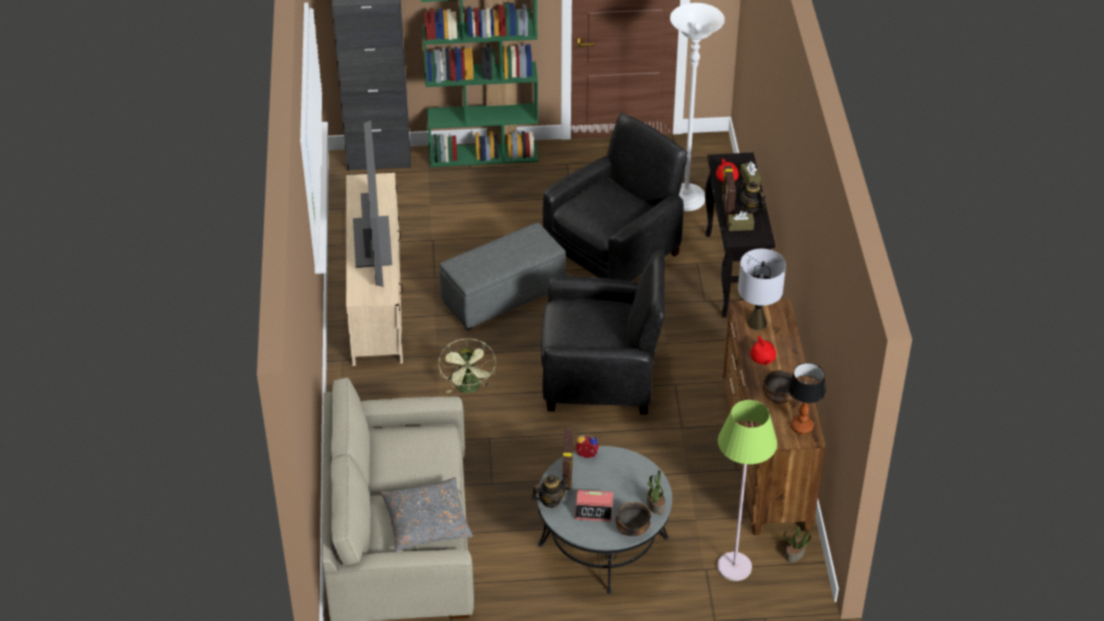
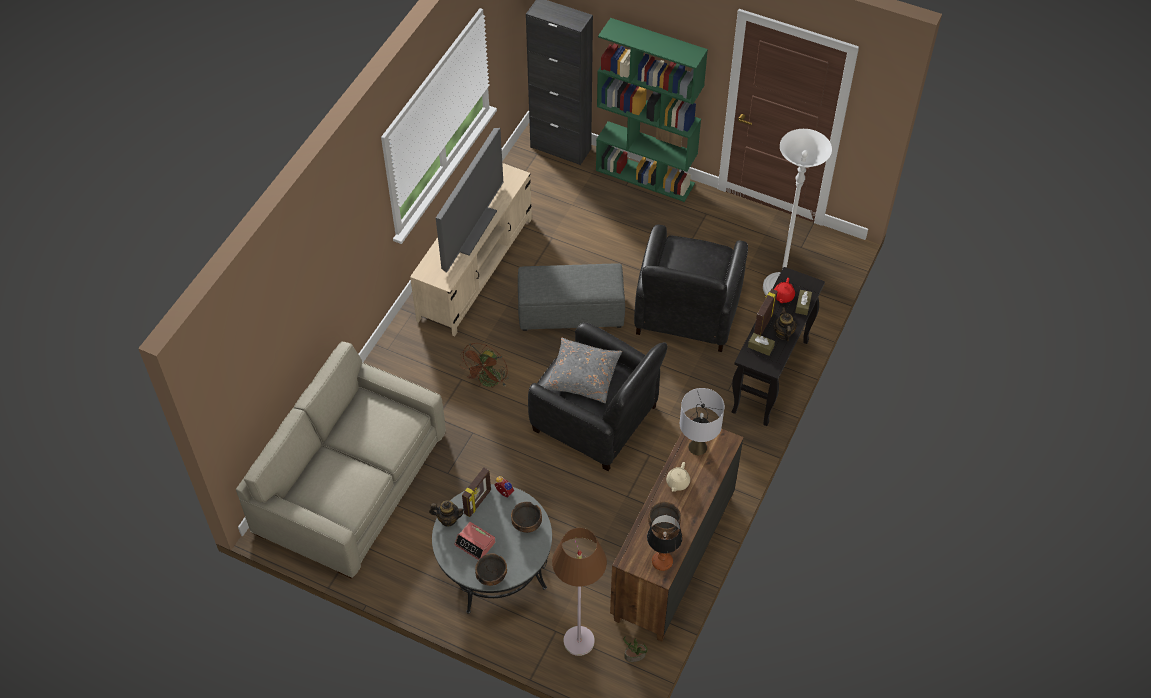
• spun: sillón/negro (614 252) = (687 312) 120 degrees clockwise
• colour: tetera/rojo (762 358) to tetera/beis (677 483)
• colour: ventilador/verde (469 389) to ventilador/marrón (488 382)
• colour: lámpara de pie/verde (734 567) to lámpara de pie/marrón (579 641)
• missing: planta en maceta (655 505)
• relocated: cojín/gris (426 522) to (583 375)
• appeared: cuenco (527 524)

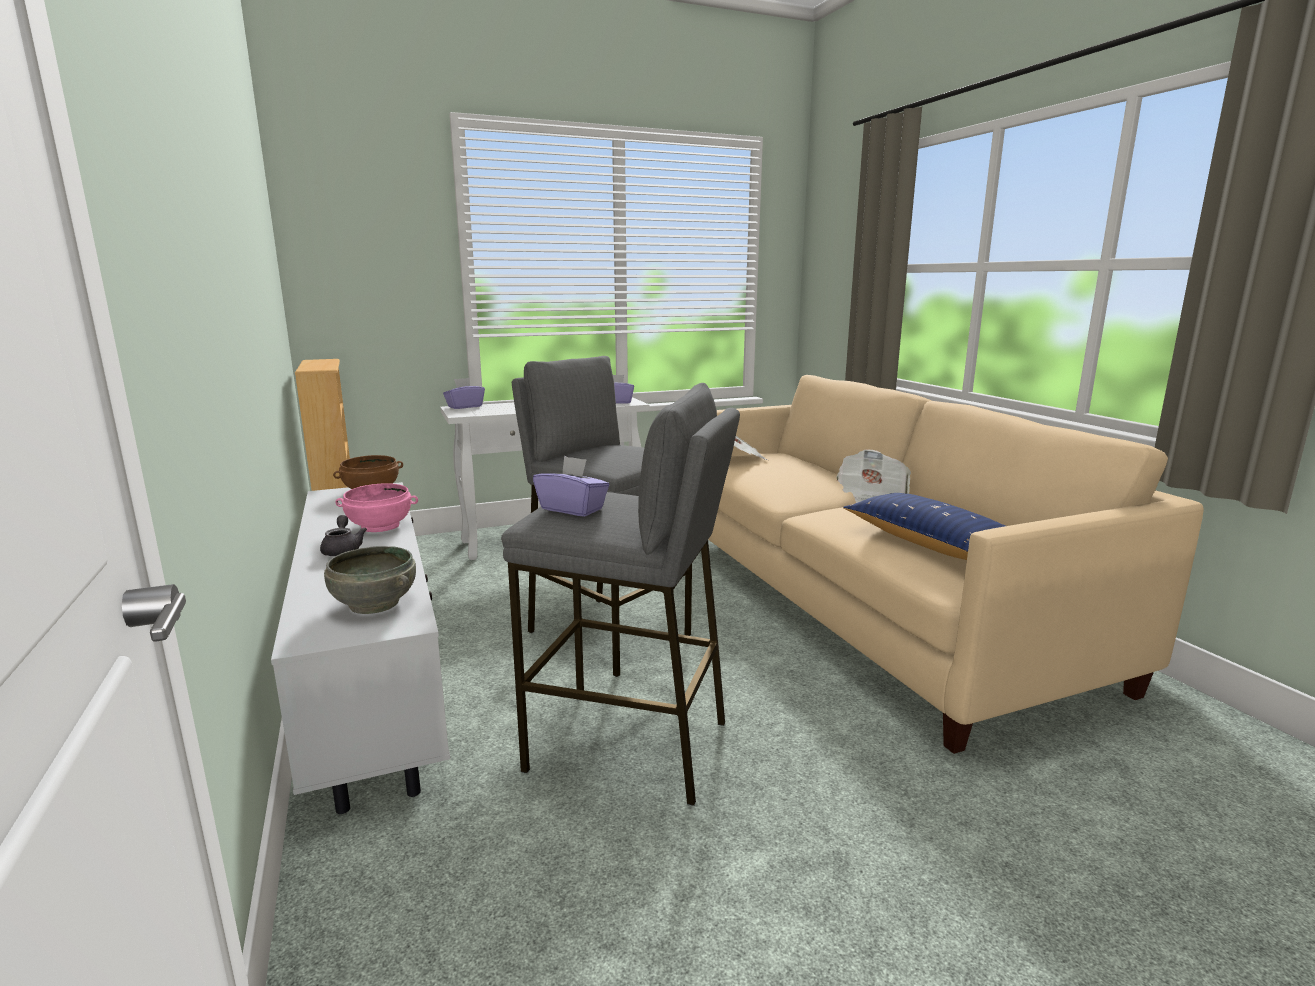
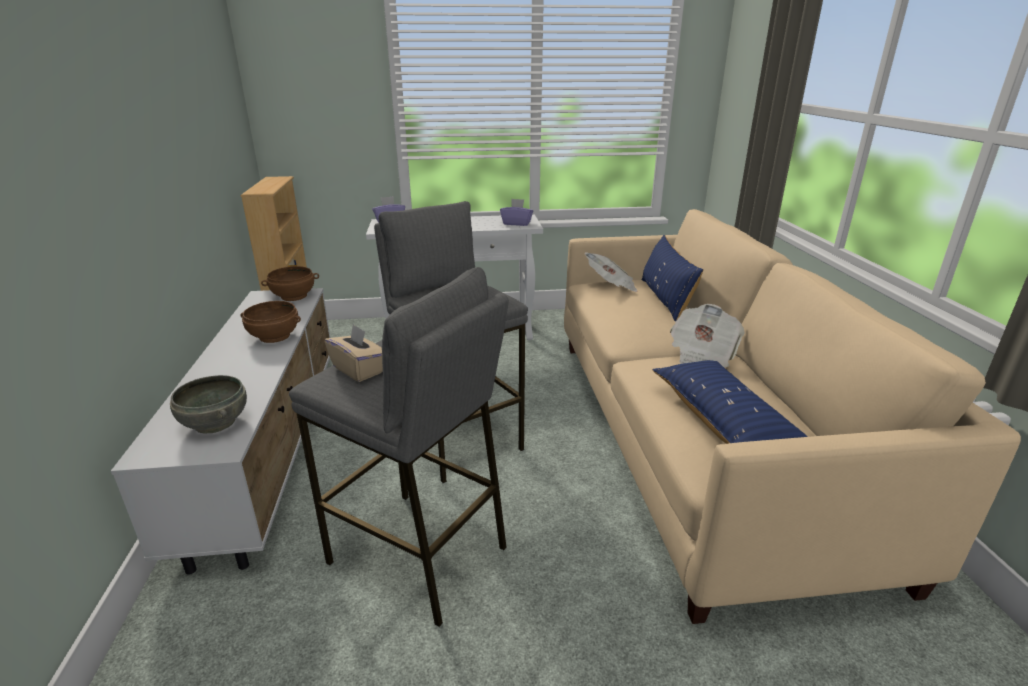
• colour: caja de pañuelos/morado (572 509) to caja de pañuelos/beis (359 369)
• colour: cuenco/rosa (380 526) to cuenco/marrón (275 336)
• missing: tetera/gris (343 549)
• appeared: cojín/azul (665 298)

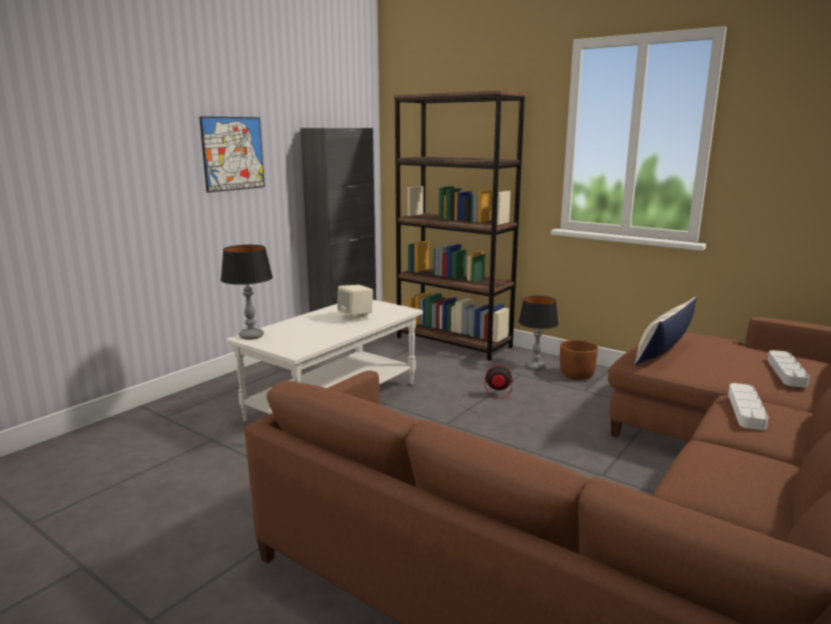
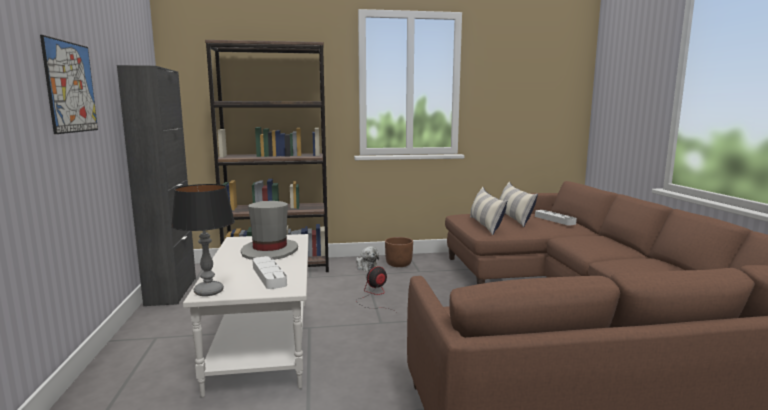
• exchanged: altavoz/beis (356 317) to sombrero/gris (270 251)
• exchanged: lámpara de mesa (535 367) to peluche (366 267)
• relocated: bandeja/blanco (746 410) to (269 276)
• appeared: cojín (514 218)

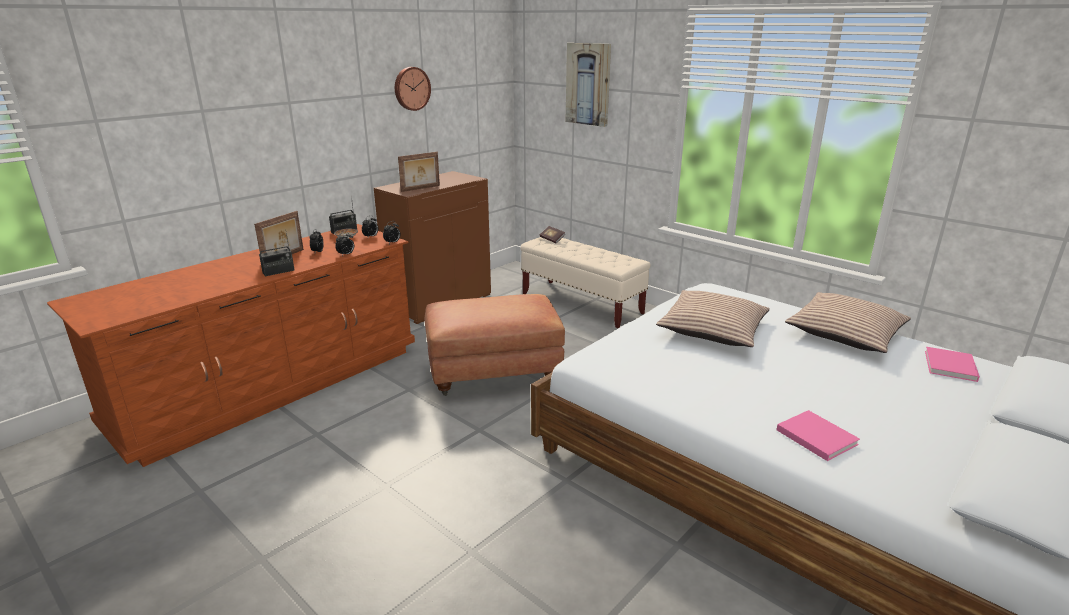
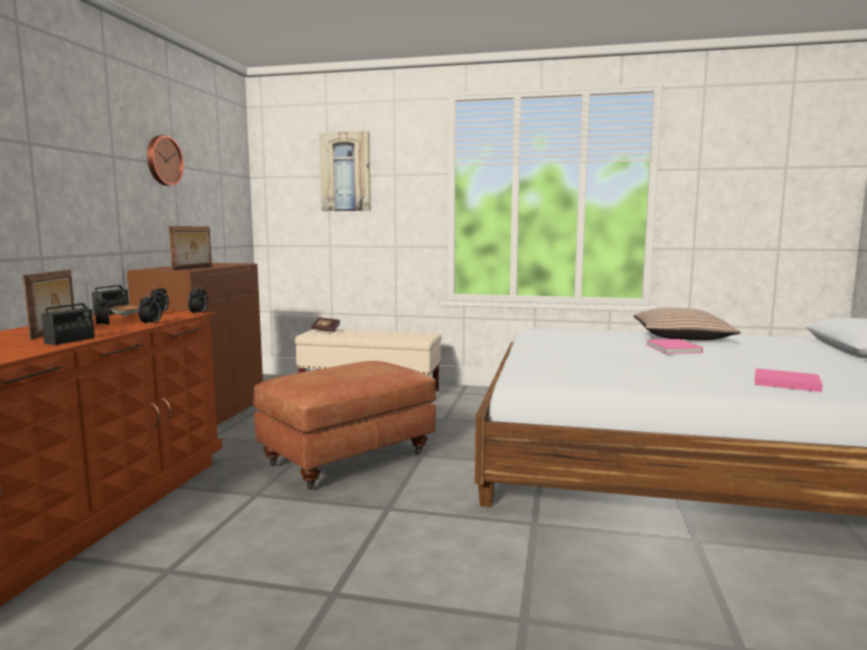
• missing: cojín (712 329)
• relocated: libro/rosa (950 366) to (674 349)

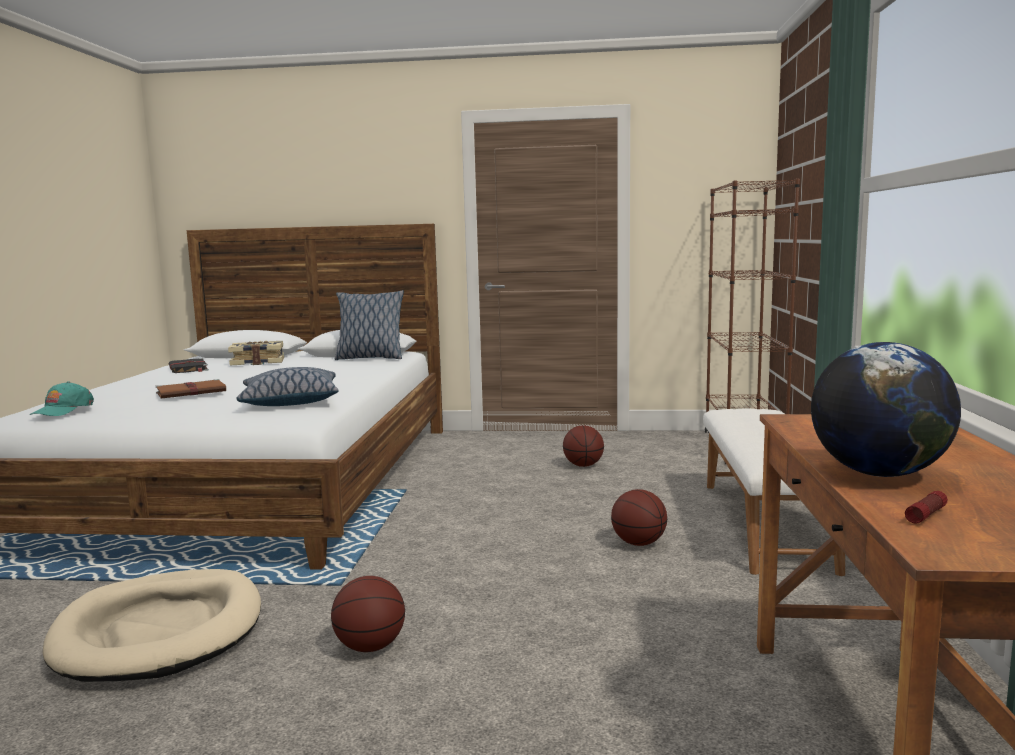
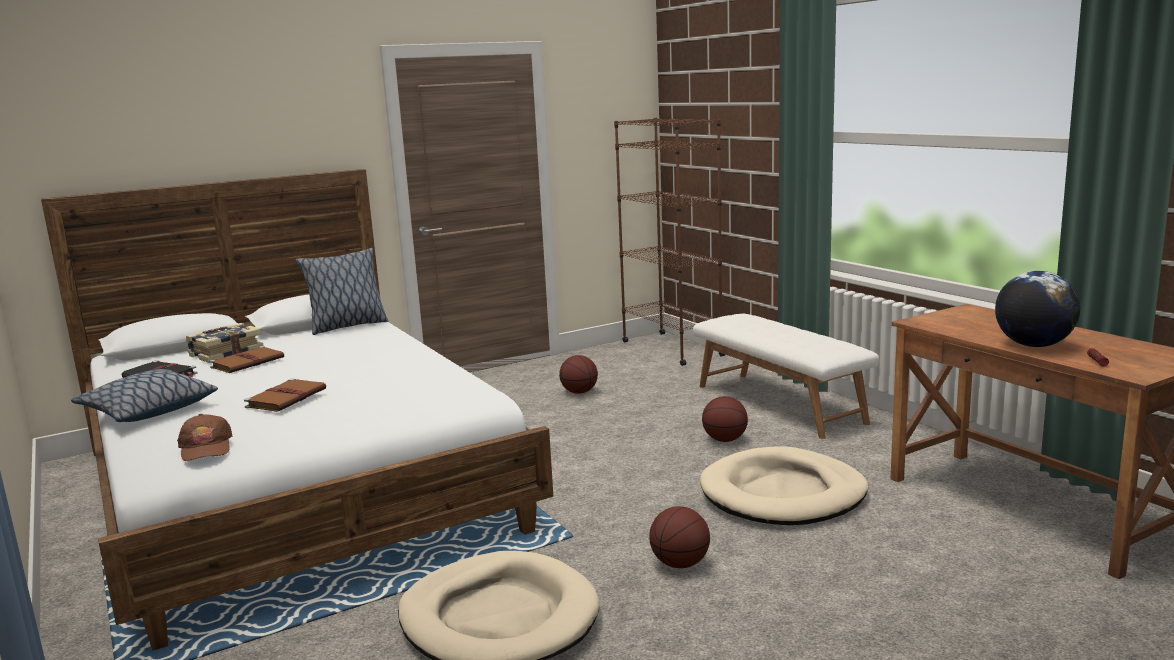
• relocated: cojín (289 401) to (147 410)
• colour: gorra/turquesa (63 410) to gorra/marrón (206 448)
• appeared: libro/marrón (248 362)
• appeared: cama para perro/beis (783 494)

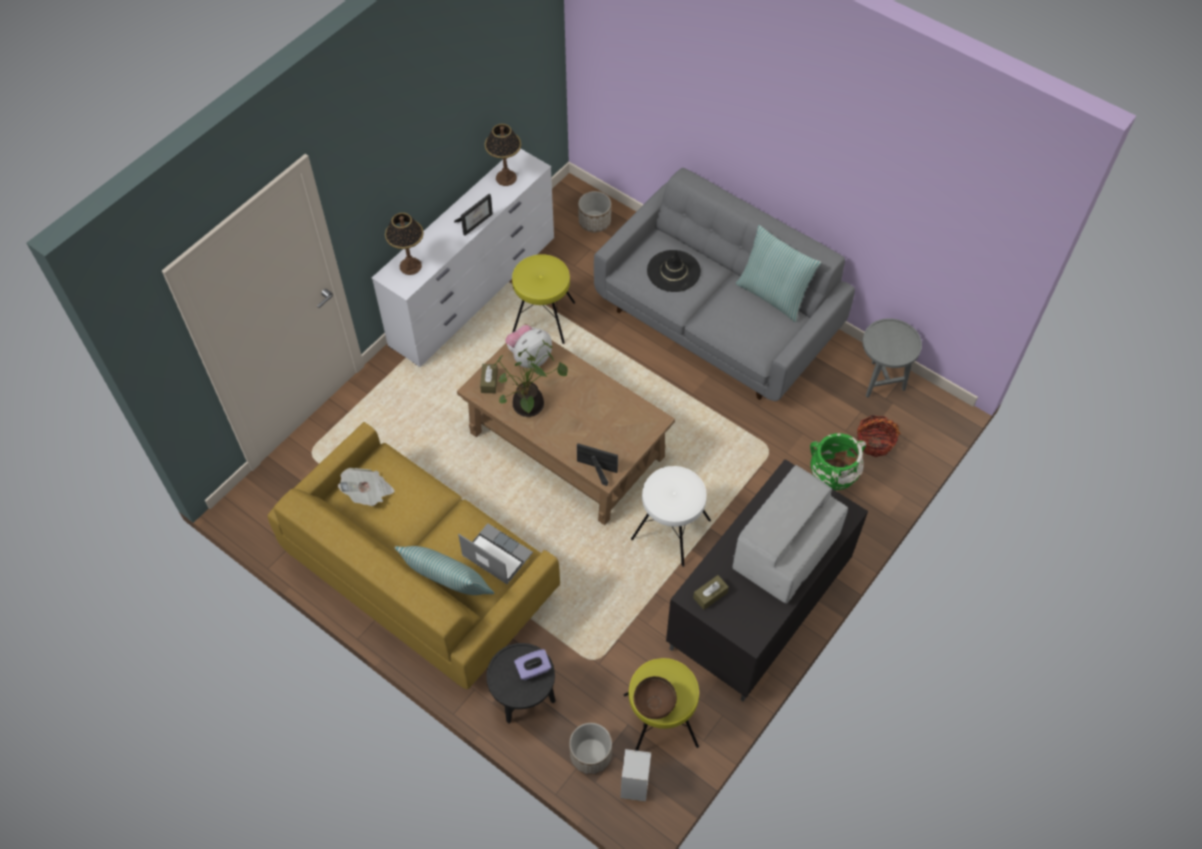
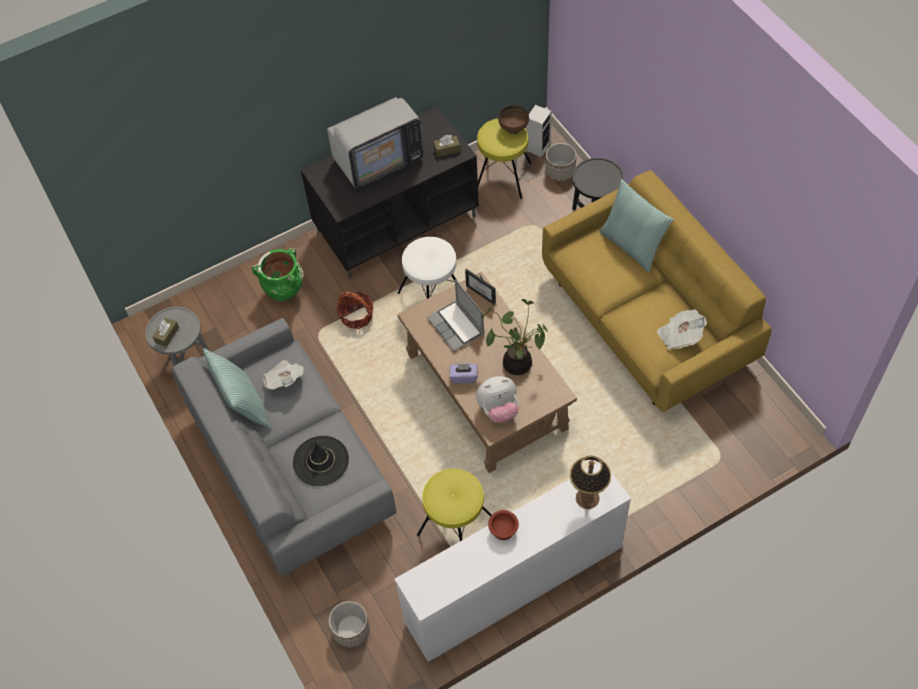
• missing: lámpara de mesa (505 178)
• exchanged: portarretratos (475 222) to cuenco/marrón (502 531)
• relocated: caja de pañuelos/marrón (489 382) to (167 335)
• relocated: cesta (874 442) to (356 316)
• relocated: portátil (495 555) to (457 326)
• relocated: caja de pañuelos/morado (533 669) to (464 377)
• appeared: periódico (285 380)

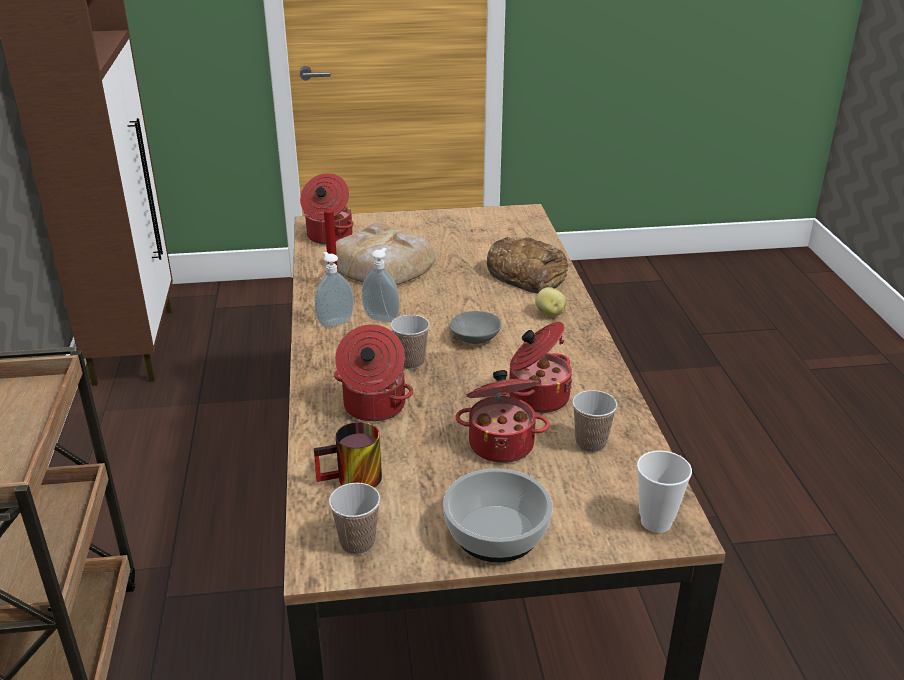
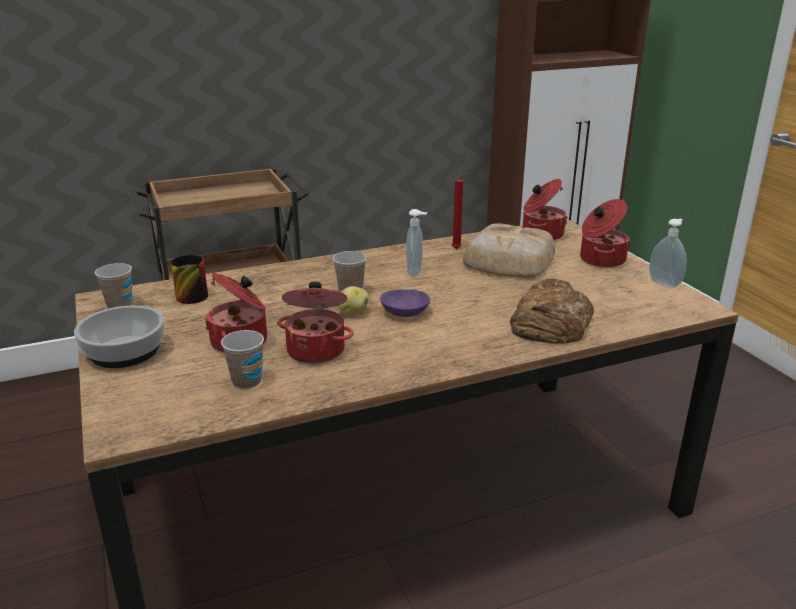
• relocated: dispensador de jabón (334 322) to (665 283)
• relocated: patata (549 313) to (352 312)
• colour: cuenco/gris (476 338) to cuenco/morado (404 313)
• relocated: olla (373 406) to (601 259)
• missing: taza (656 522)

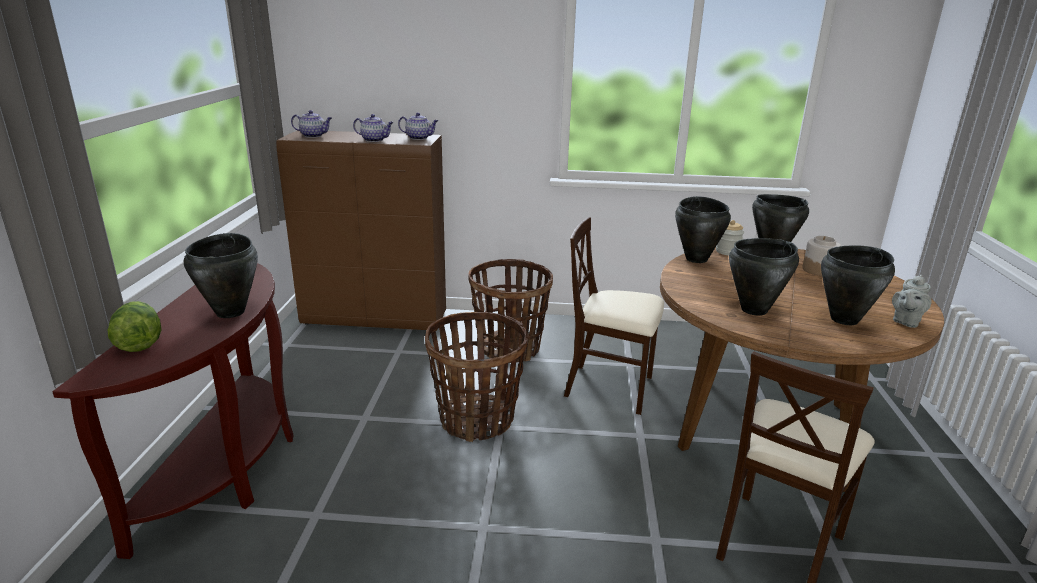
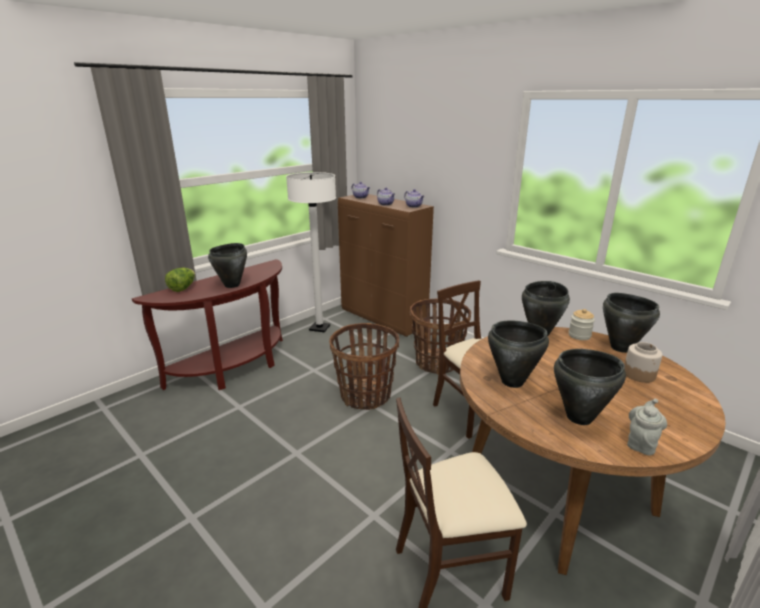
• spun: tetera/gris (905 321) = (641 443) 135 degrees clockwise
• appeared: lámpara de pie/blanco (319 328)

